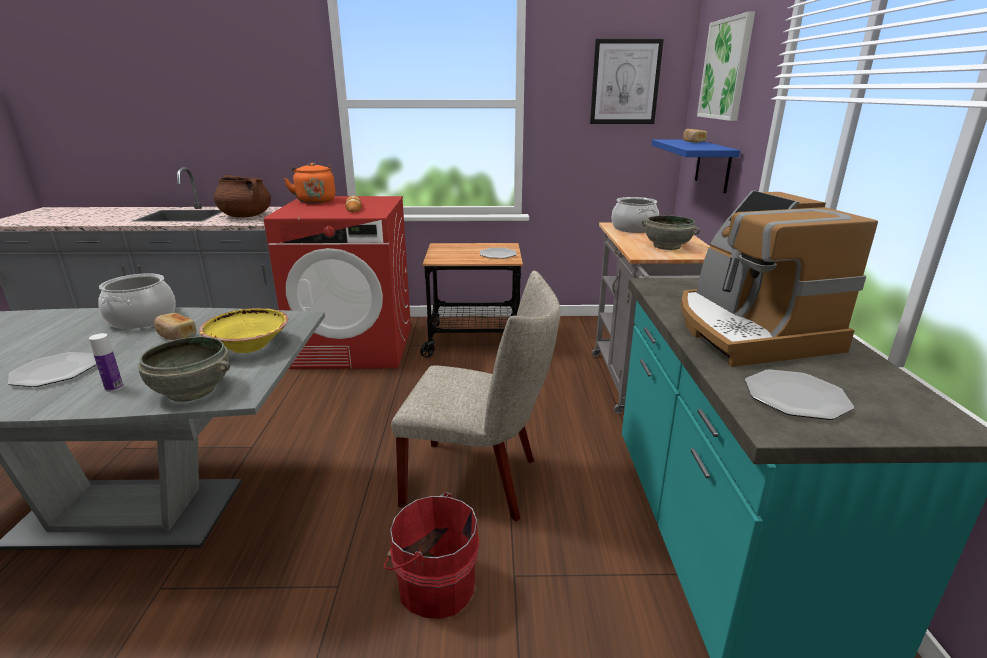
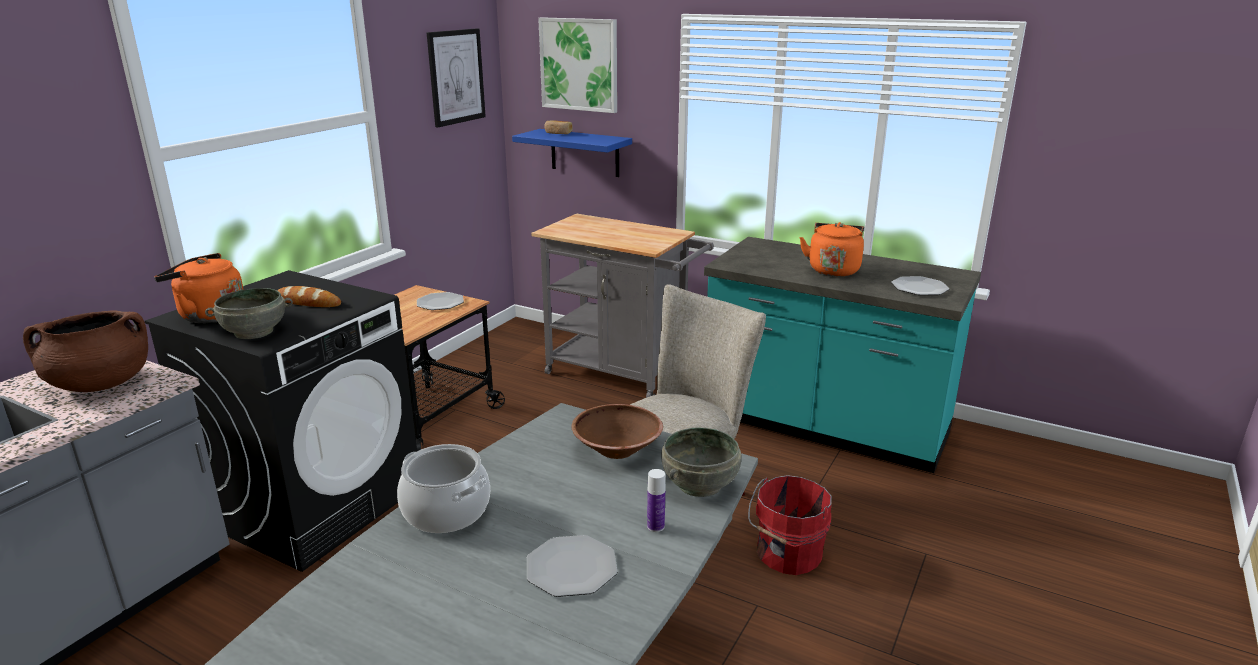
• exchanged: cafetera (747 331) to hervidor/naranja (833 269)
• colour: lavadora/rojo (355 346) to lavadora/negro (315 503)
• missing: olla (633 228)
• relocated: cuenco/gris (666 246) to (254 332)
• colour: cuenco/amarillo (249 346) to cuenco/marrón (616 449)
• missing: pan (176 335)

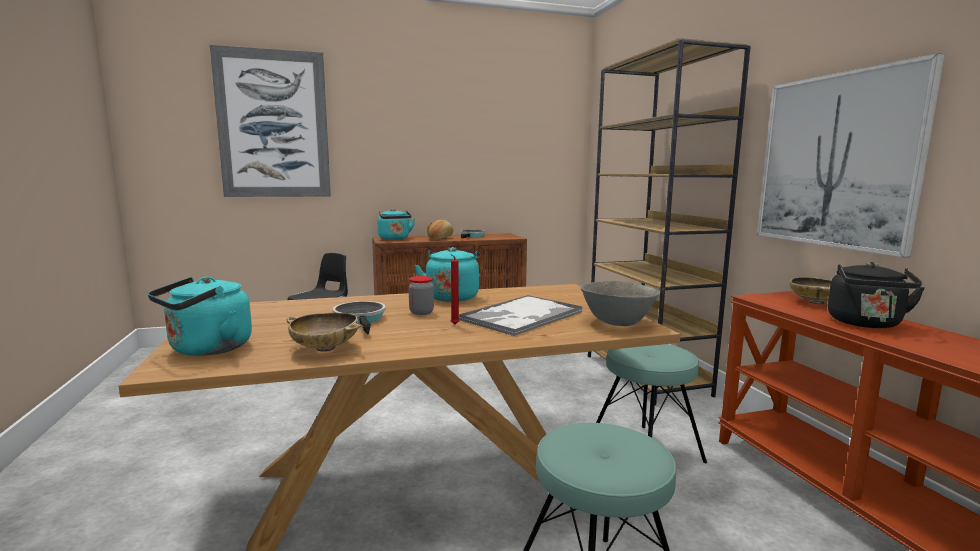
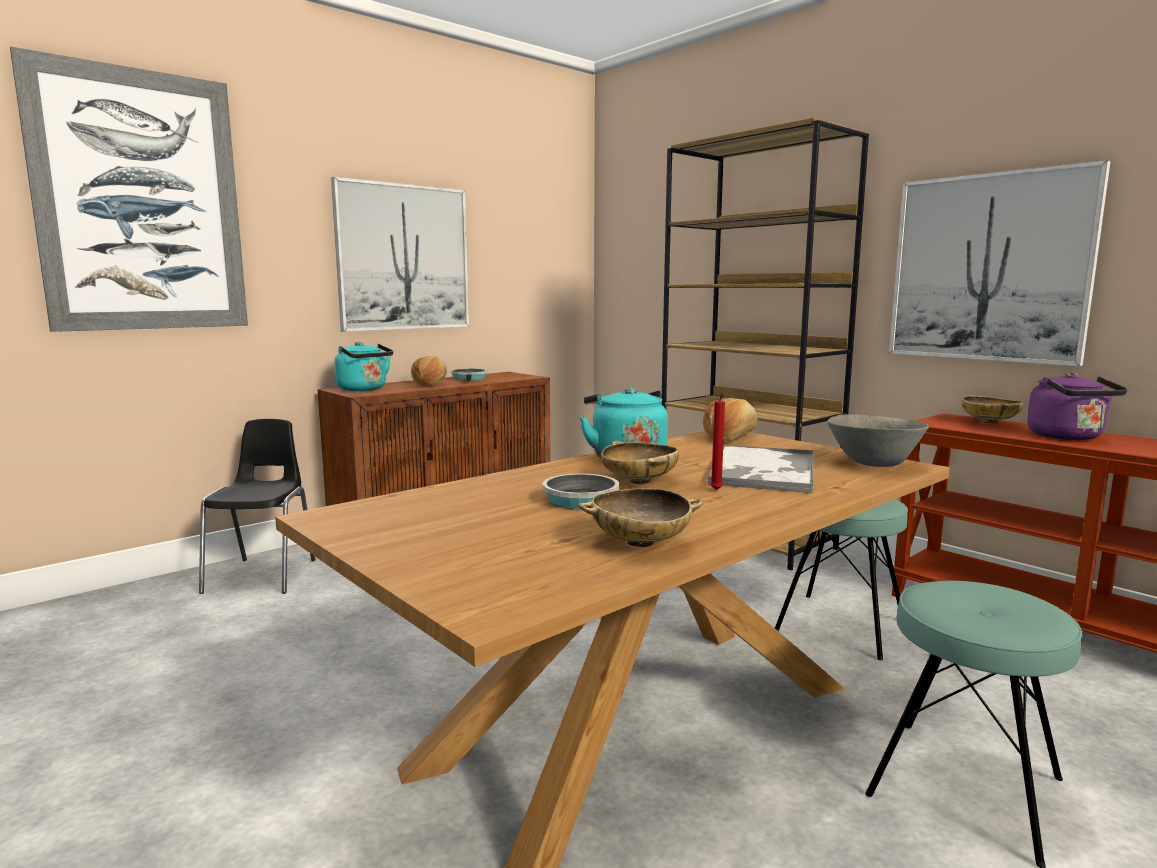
• colour: hervidor/negro (866 324) to hervidor/morado (1068 437)
• missing: hervidor/turquesa (207 349)
• exchanged: tarro (421 312) to cuenco/beis (639 481)
• appeared: cuadro (403 258)
• appeared: pan (730 437)

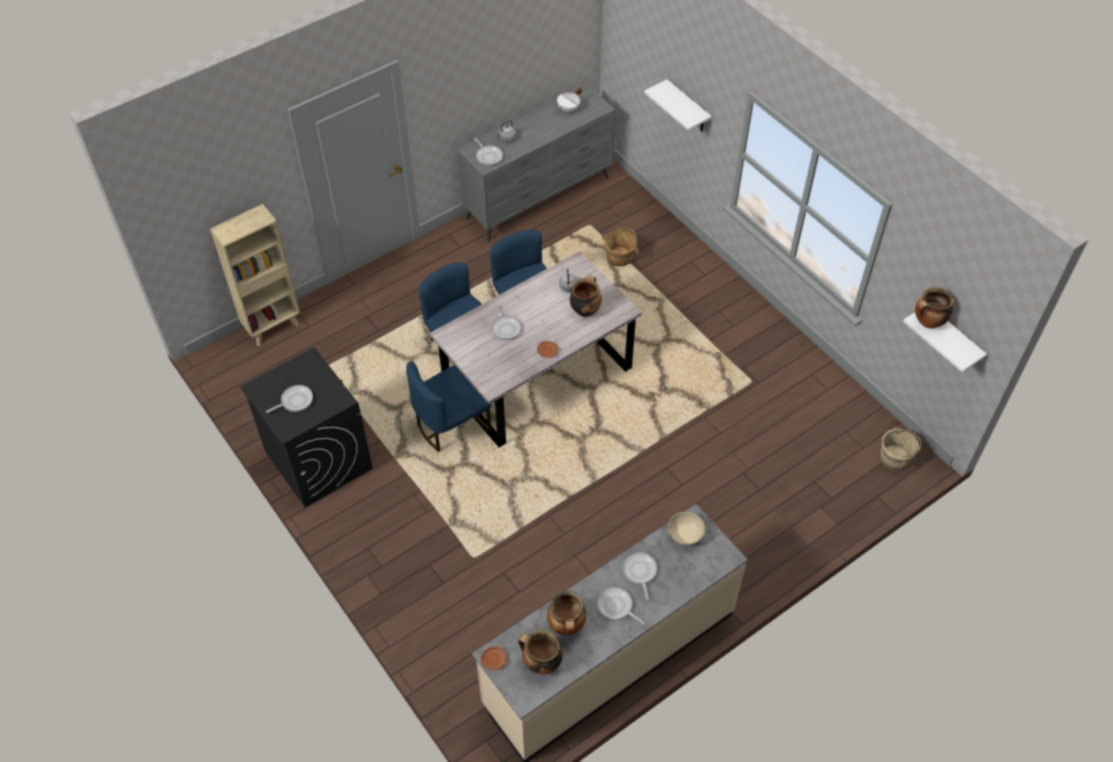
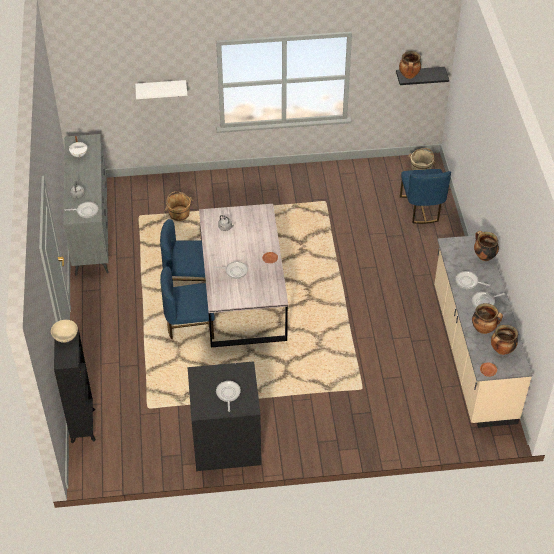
• colour: estantería/beis (273 326) to estantería/negro (83 424)
• relocated: olla (585 310) to (483 256)
• colour: estante/blanco (953 338) to estante/negro (419 75)
• relocated: silla/azul (451 425) to (421 208)
• relocated: cuenco/beis (685 535) to (65 337)

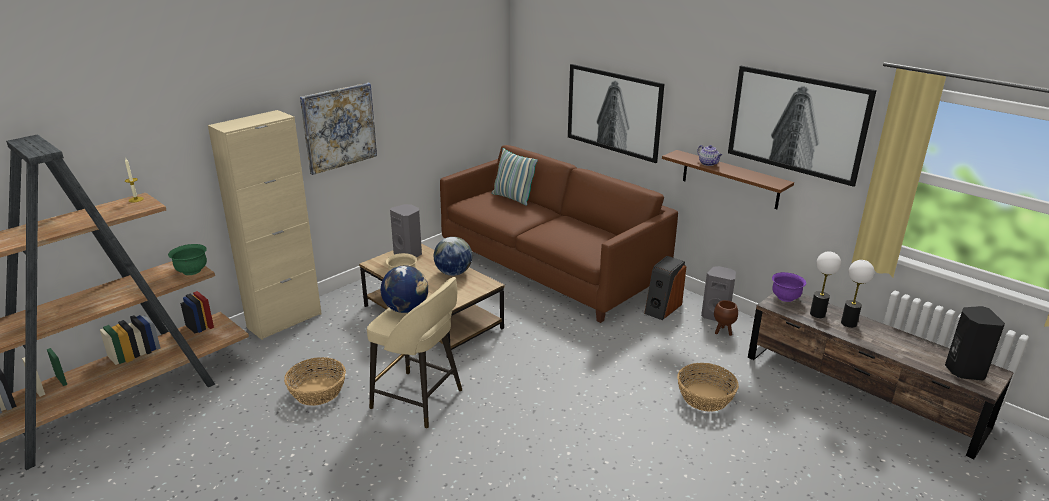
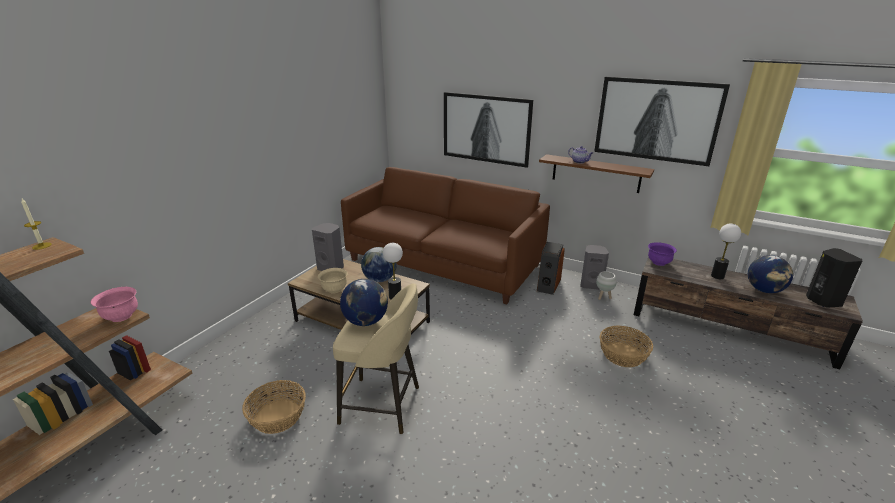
• missing: cuadro (339 127)
• missing: armario/beis (284 321)
• missing: cojín (513 198)
• colour: cuenco/verde (192 271) to cuenco/rosa (121 316)
• relocated: lámpara de mesa (817 314) to (395 297)
• colour: maceta/marrón (723 332) to maceta/blanco (603 297)
• appeared: globo terráqueo (764 290)

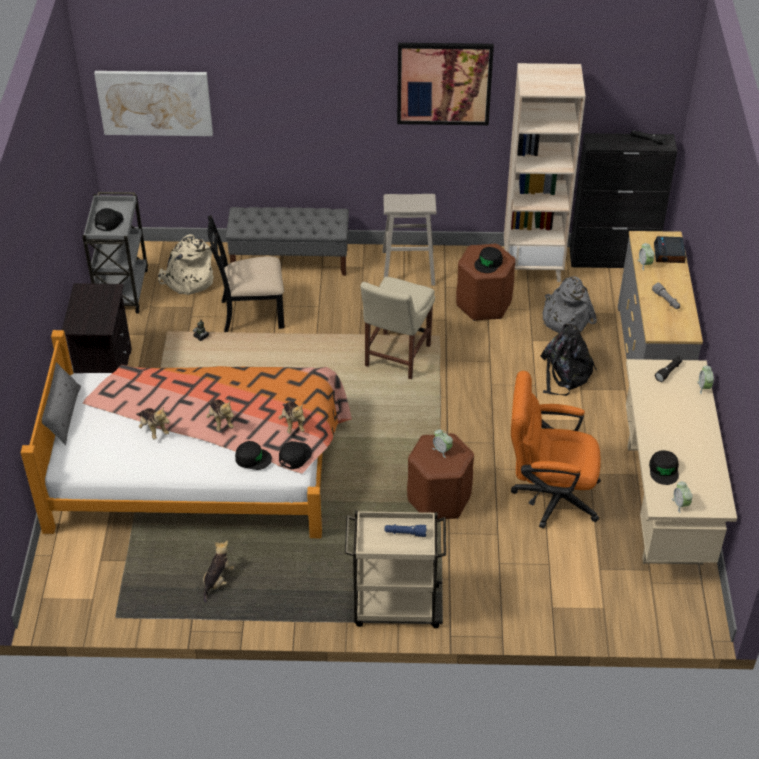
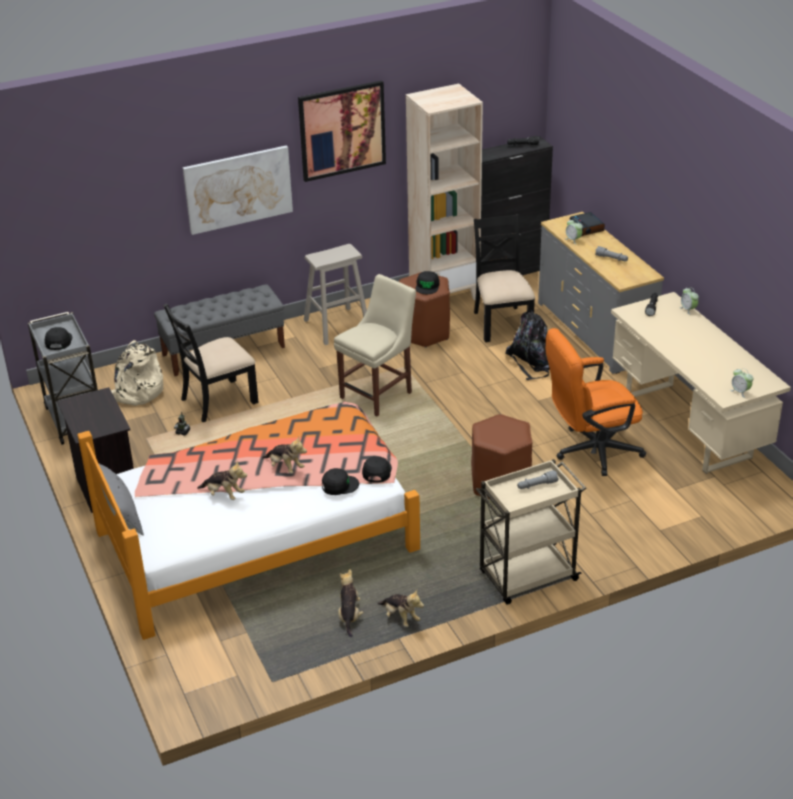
• relocated: cuadro (155 102) to (238 189)
• exchanged: mochila/gris (565 318) to silla/negro (501 323)
• spun: silla/beis (395 358) = (379 394) 135 degrees counterclockwise
• relocated: peluche (292 423) to (400 617)
• missing: despertador (442 450)
• missing: gorra/negro (664 470)
• colour: linterna/azul (405 533) to linterna/gris (536 485)

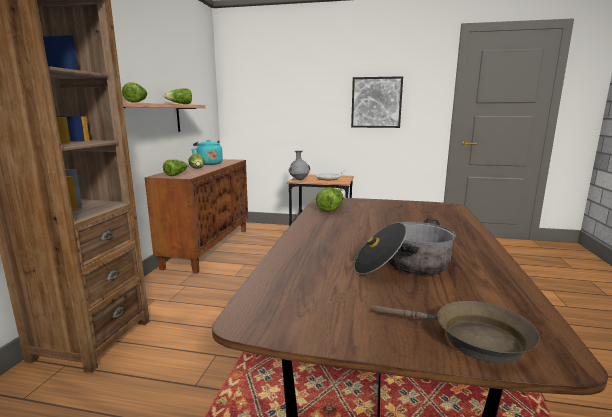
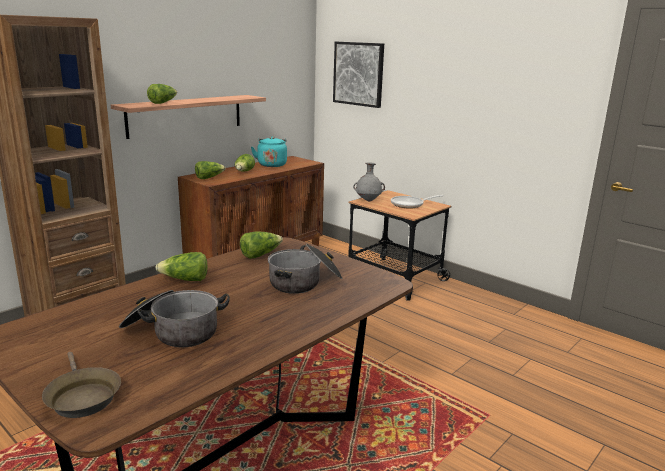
• relocated: cuadro (376 102) to (358 74)
• relocated: lechuga (180 104) to (185 280)
• appeared: olla (305 282)

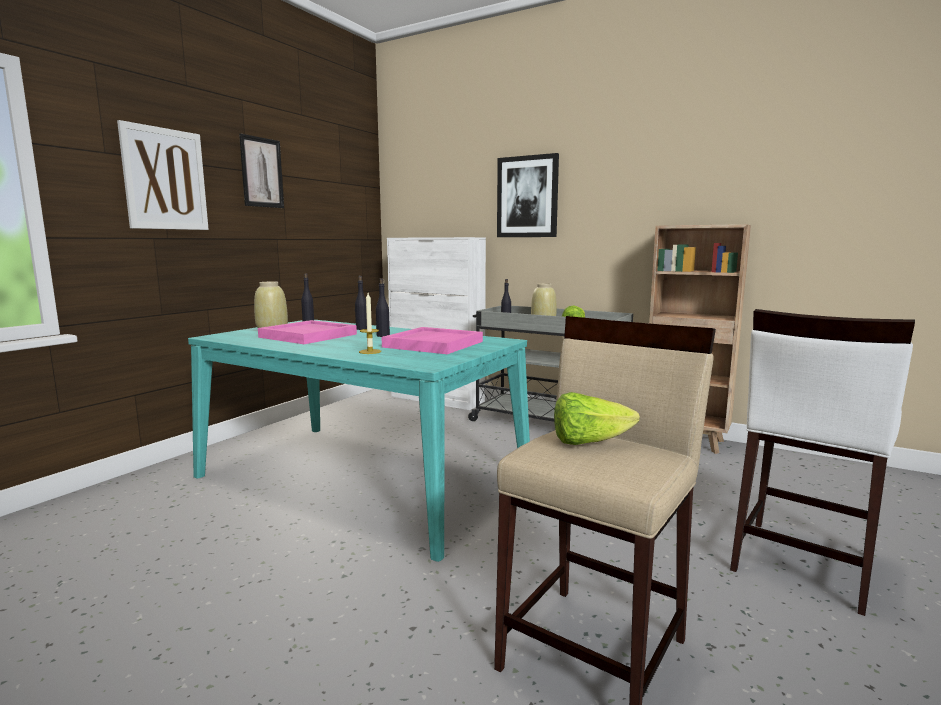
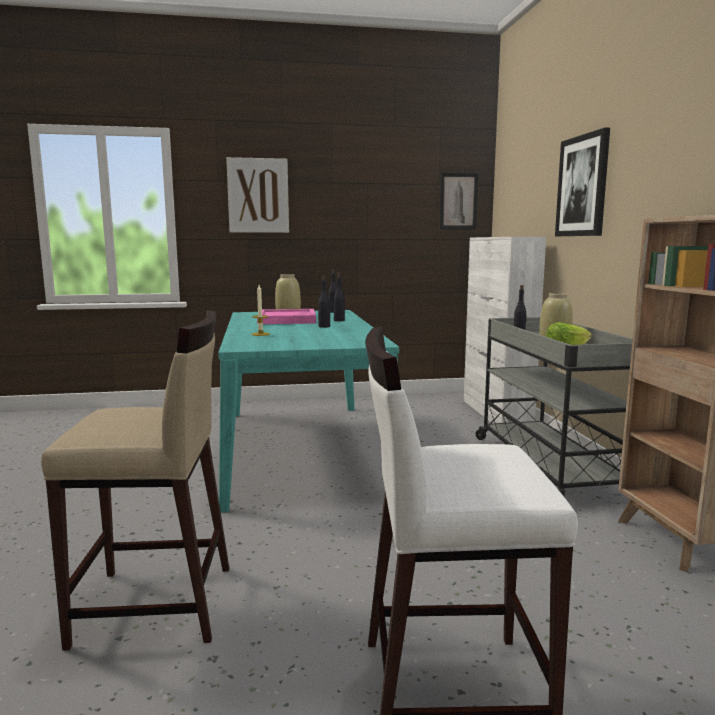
• relocated: cuadro (262 172) to (458 201)
• missing: bandeja/rosa (433 344)
• missing: lechuga (589 442)

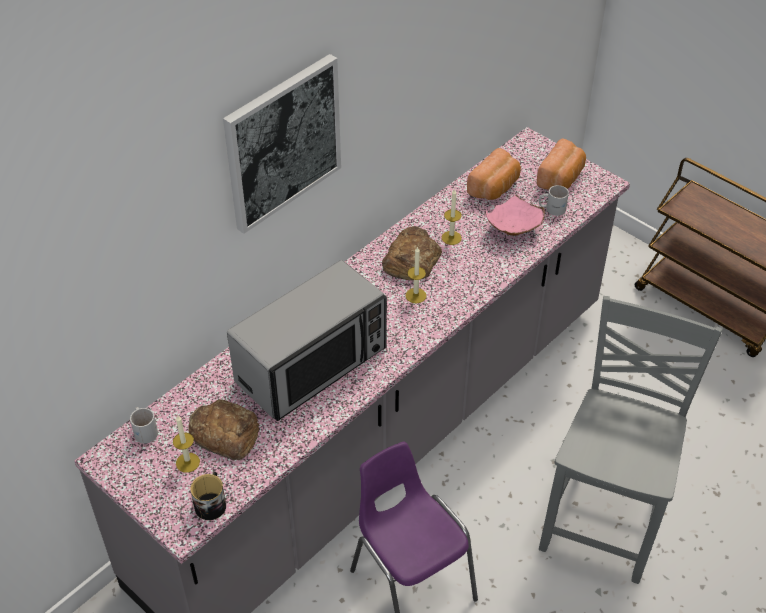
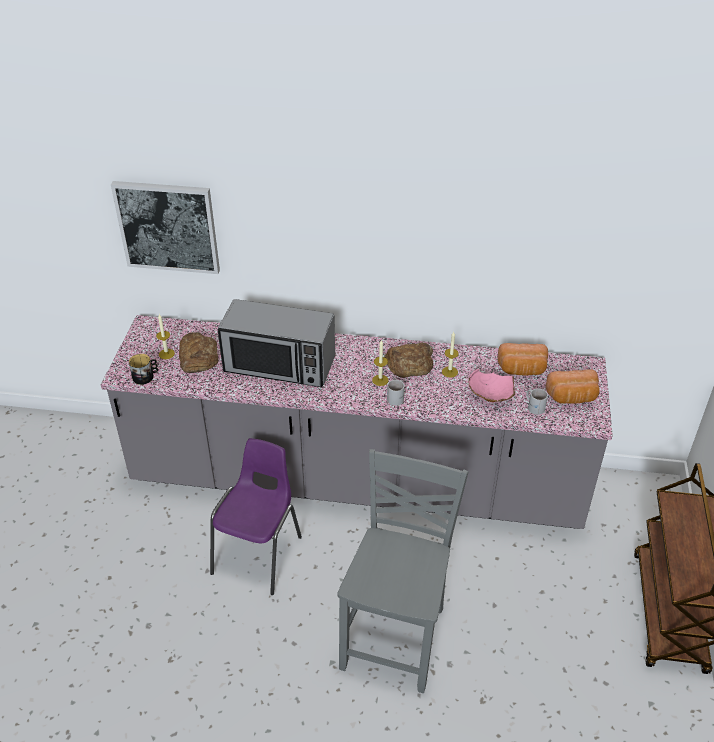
• relocated: cuadro (282 142) to (168 226)
• spun: silla/gris (605 519) = (396 637) 60 degrees counterclockwise
• relocated: taza grande/blanco (145 430) to (397 397)

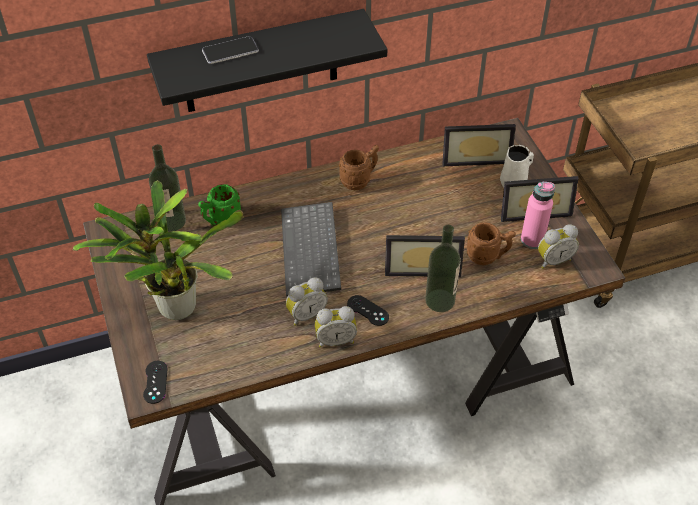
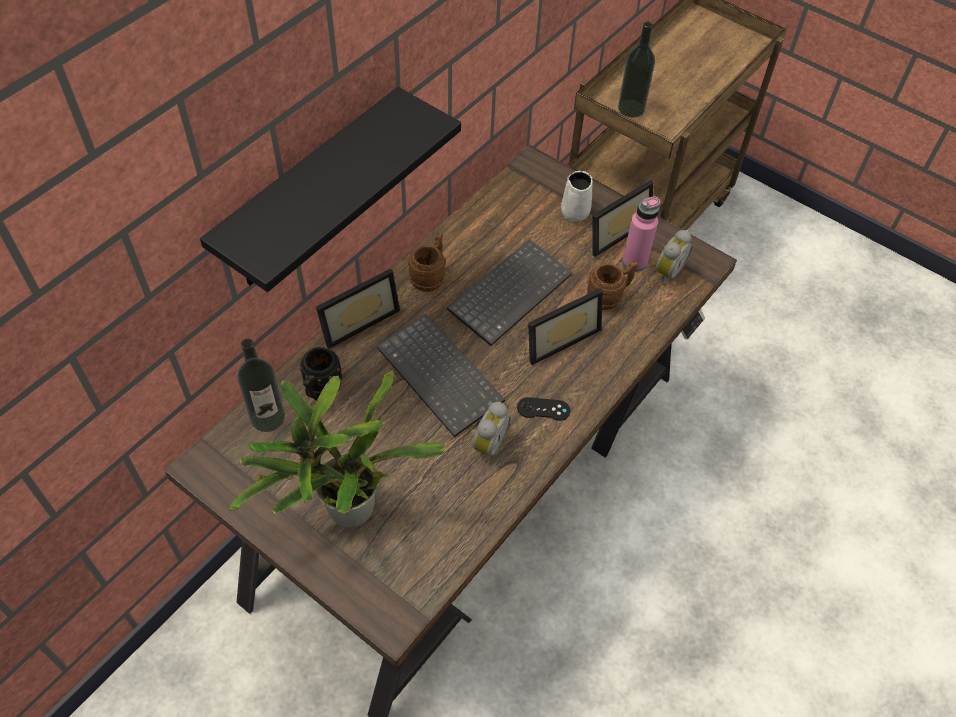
• missing: móvil (230 51)
• relocated: portarretratos (475 156) to (356 319)
• colour: taza grande/verde (221 220) to taza grande/negro (320 389)
• relocated: botella (440 300) to (631 108)
• missing: despertador (335 340)
• missing: mando de consola/negro (155 382)
• appeared: teclado (509 291)

